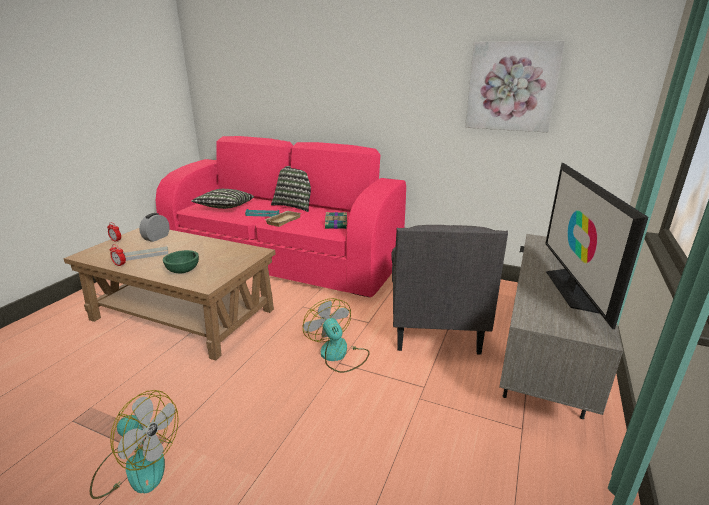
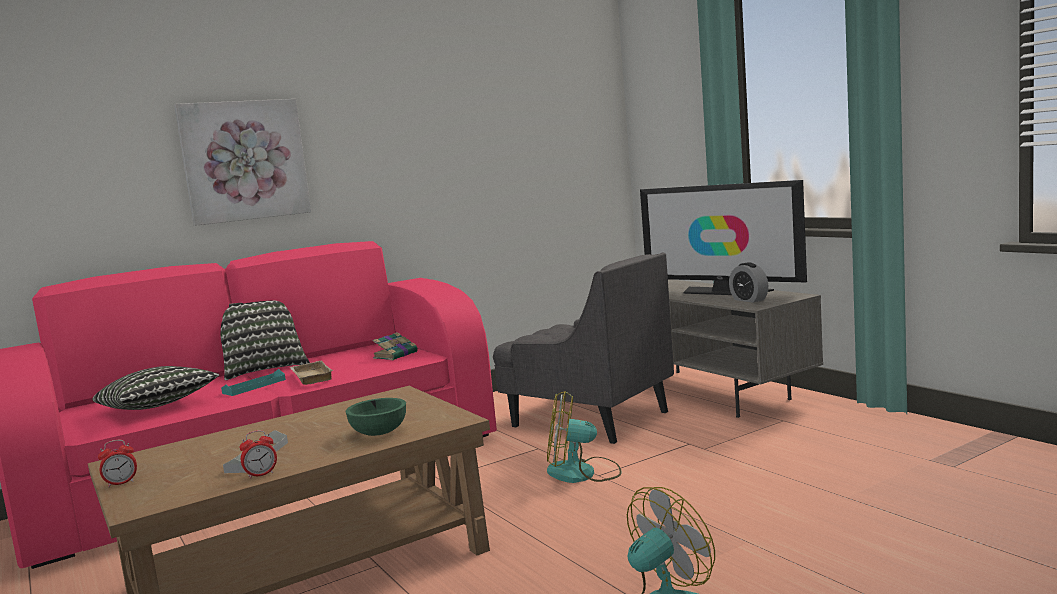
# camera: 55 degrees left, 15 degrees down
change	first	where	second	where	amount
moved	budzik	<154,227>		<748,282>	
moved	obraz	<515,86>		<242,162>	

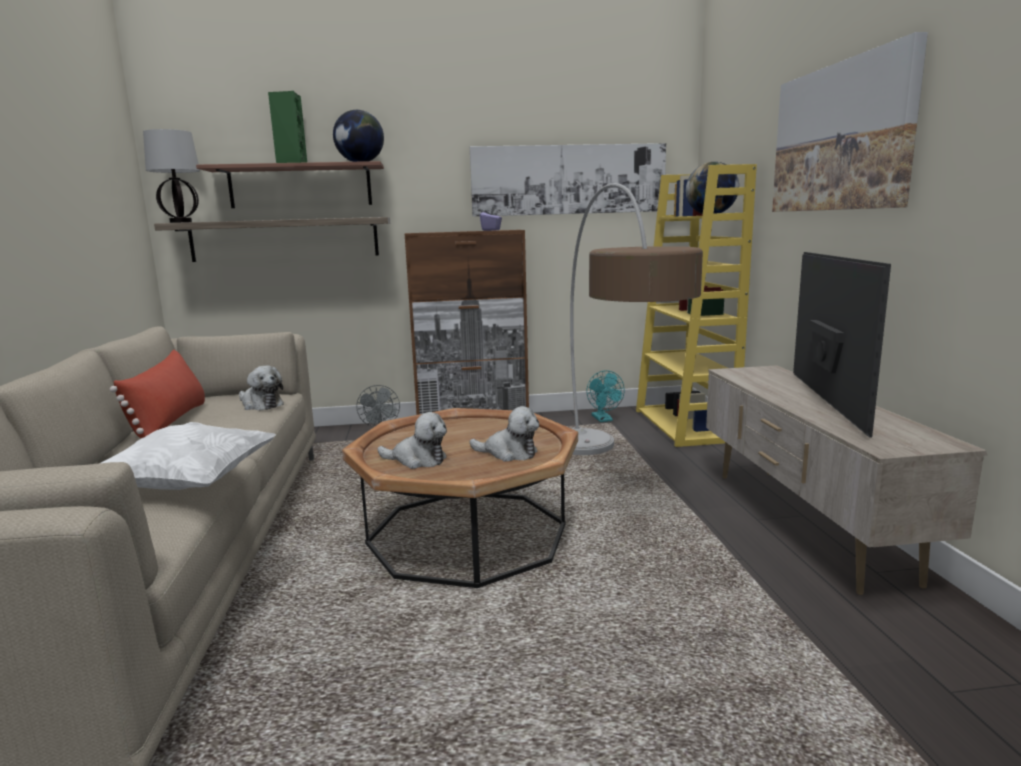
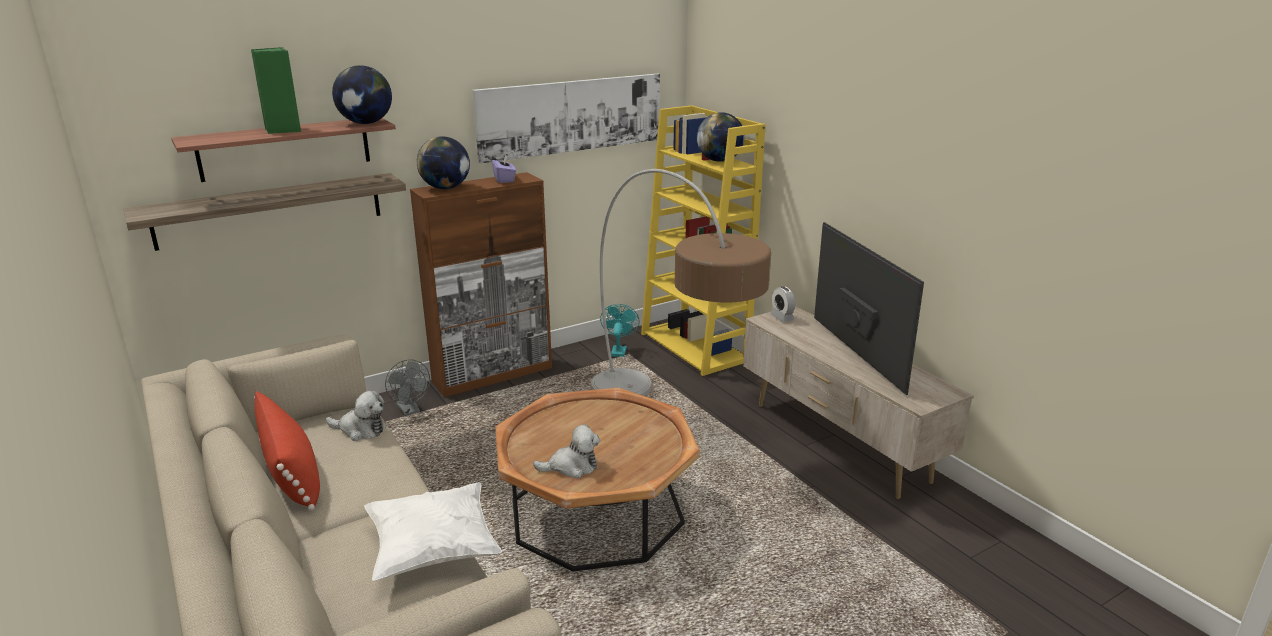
# camera: 25 degrees left, 10 degrees up
change	first	where	second	where	amount
removed	lampa stołowa	<171,176>			
removed	pluszak	<504,434>			
removed	obraz	<850,122>			
added			globus	<443,162>	
added			budzik	<782,304>	
turned	wentylator [turkusowy]	<606,396>		<620,330>	135 degrees counterclockwise

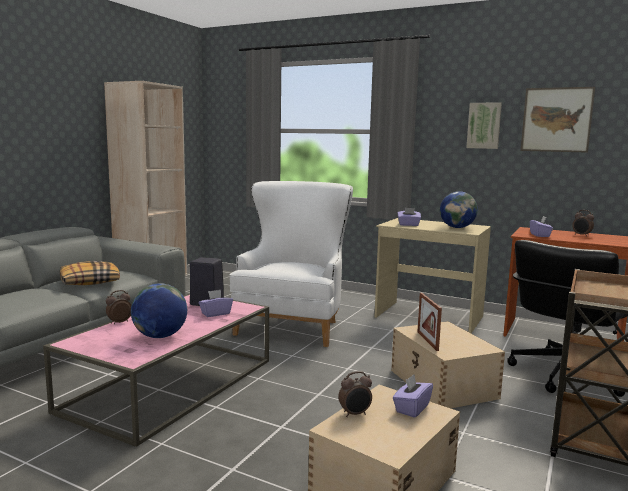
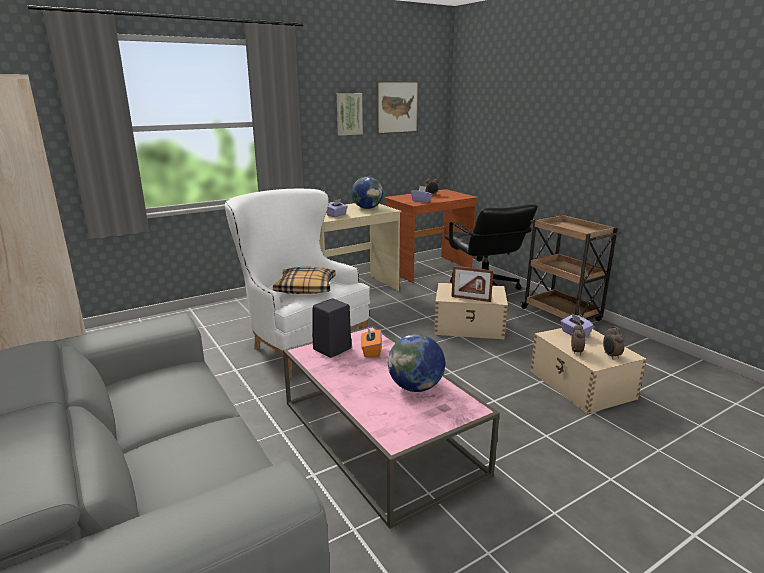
# camera: 60 degrees left, 10 degrees up
change	first	where	second	where	amount
moved	poduszka	<90,273>		<304,280>	
moved	budzik	<118,307>		<613,342>	
recoloured	pudełko chusteczek [fioletowy]	<216,303>	pudełko chusteczek [pomarańczowy]	<371,341>	

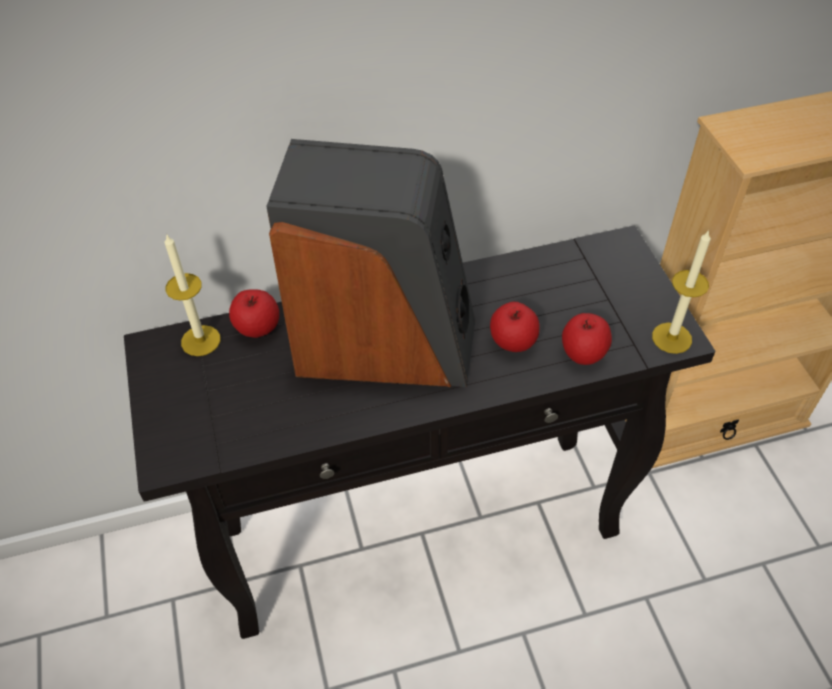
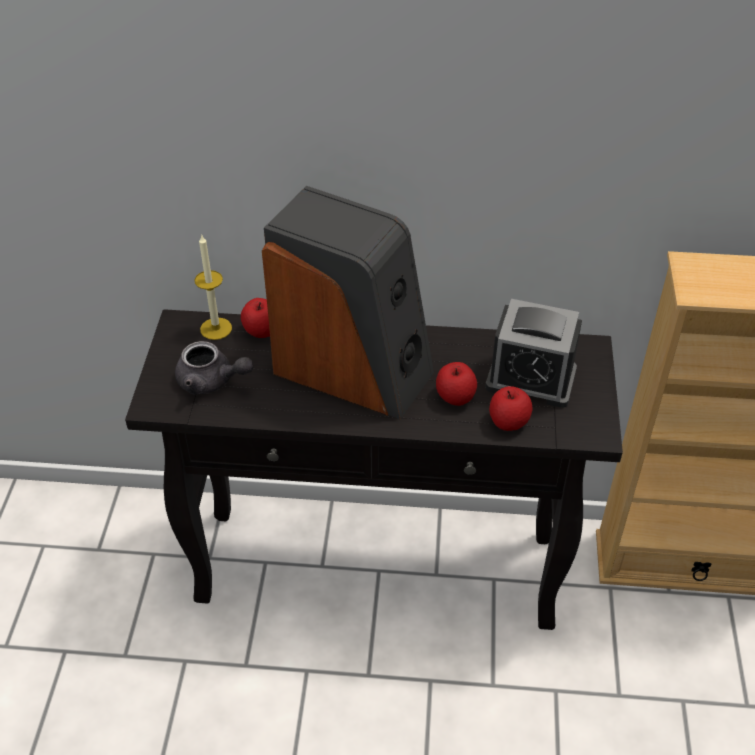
# camera: 20 degrees right, 5 degrees down
change	first	where	second	where	amount
removed	świeca	<681,292>			
added			imbryk [szary]	<214,368>	
added			budzik	<533,353>	

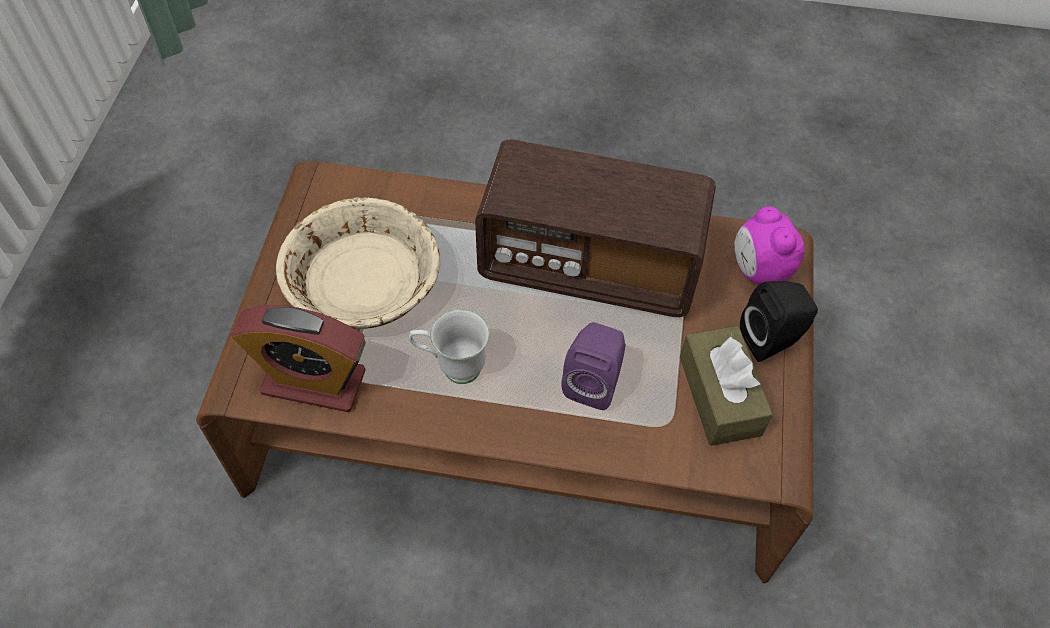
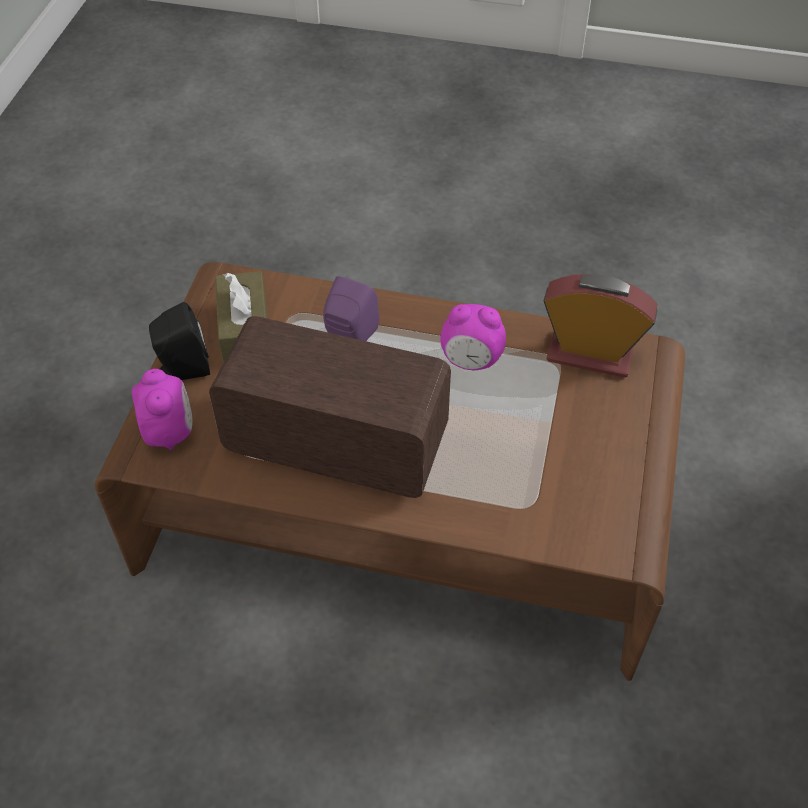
# camera: 175 degrees left, 5 degrees down
change	first	where	second	where	amount
removed	miska [beżowy]	<358,263>			
replaced	kubek [biały]	<449,346>	budzik	<473,337>	

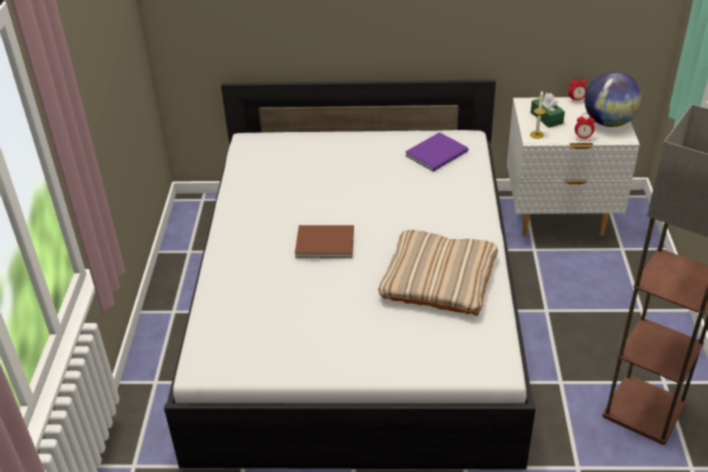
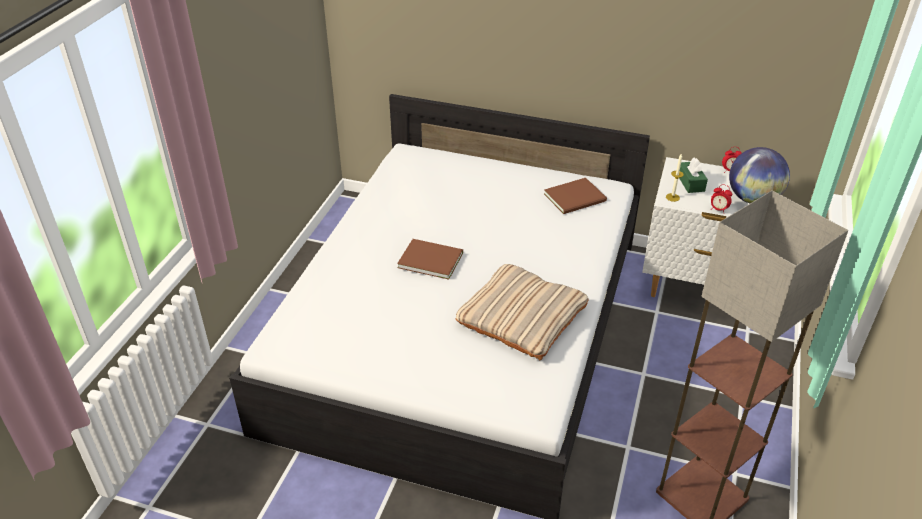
# camera: 15 degrees right, 0 degrees up
change	first	where	second	where	amount
recoloured	książka [fioletowy]	<436,152>	książka [brązowy]	<575,196>	

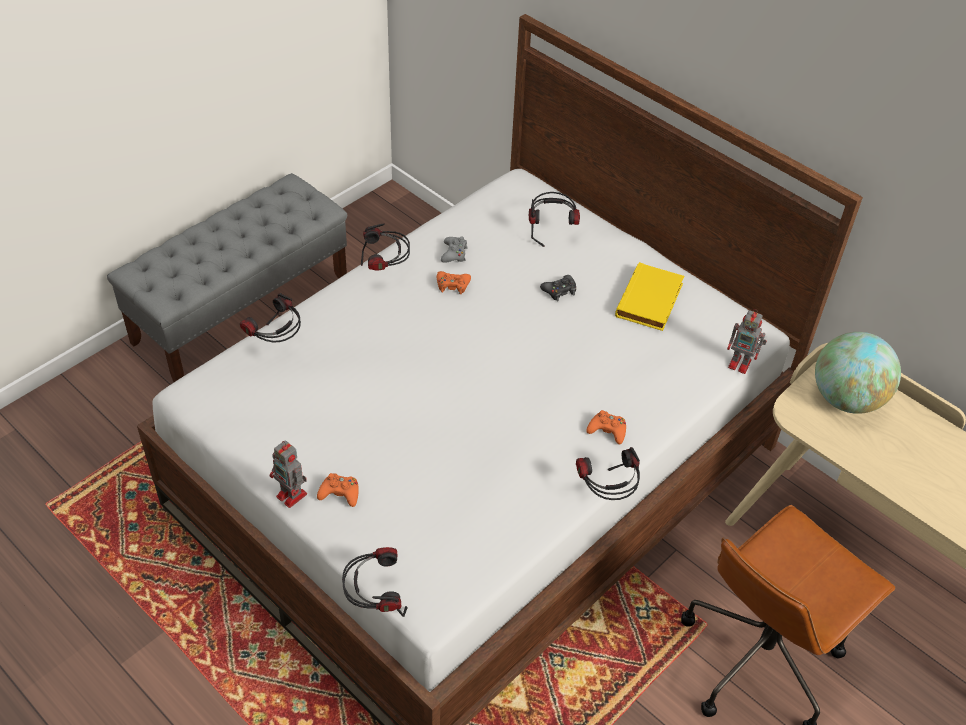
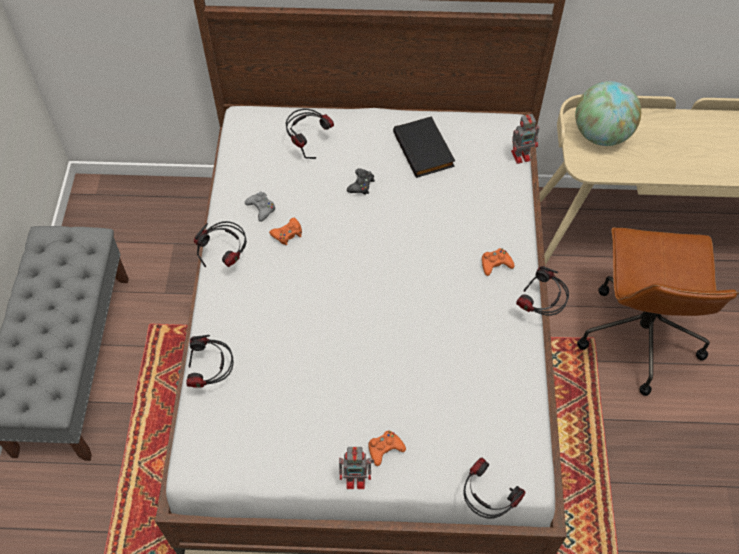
# camera: 40 degrees left, 10 degrees up
change	first	where	second	where	amount
recoloured	książka [żółty]	<649,296>	książka [czarny]	<424,147>	

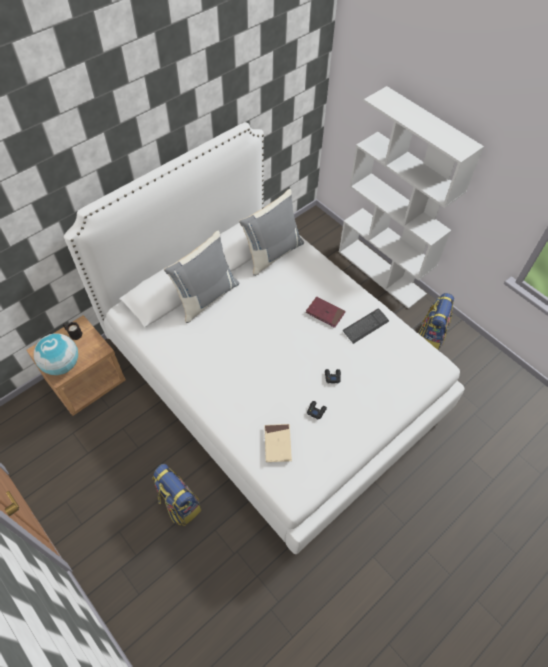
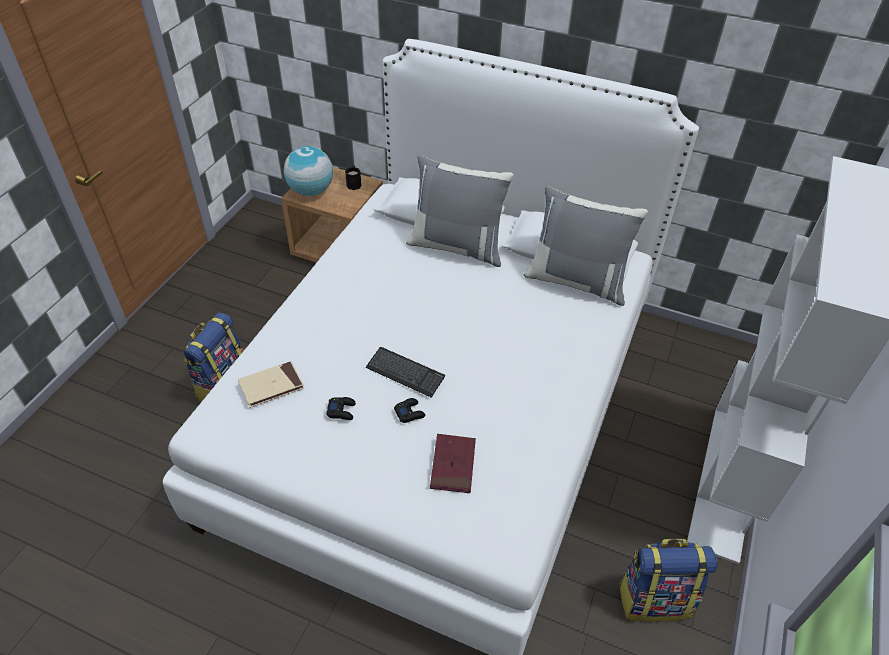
# camera: 65 degrees right, 10 degrees down
change	first	where	second	where	amount
moved	książka [czerwony]	<326,312>		<453,463>	
moved	klawiatura	<366,326>		<405,372>	

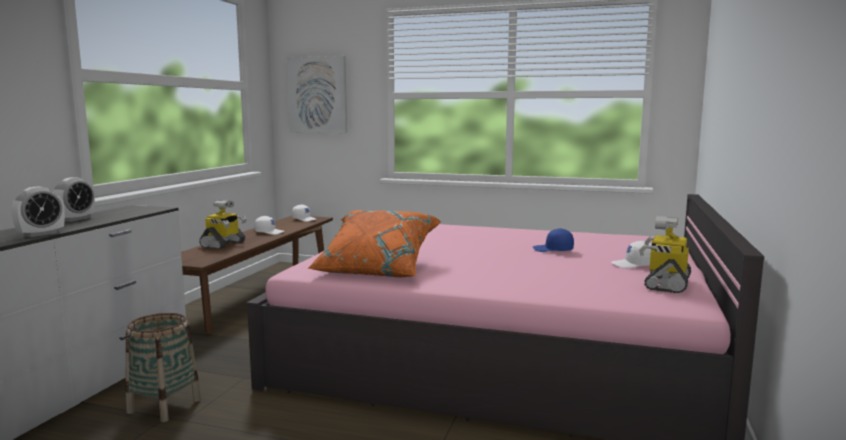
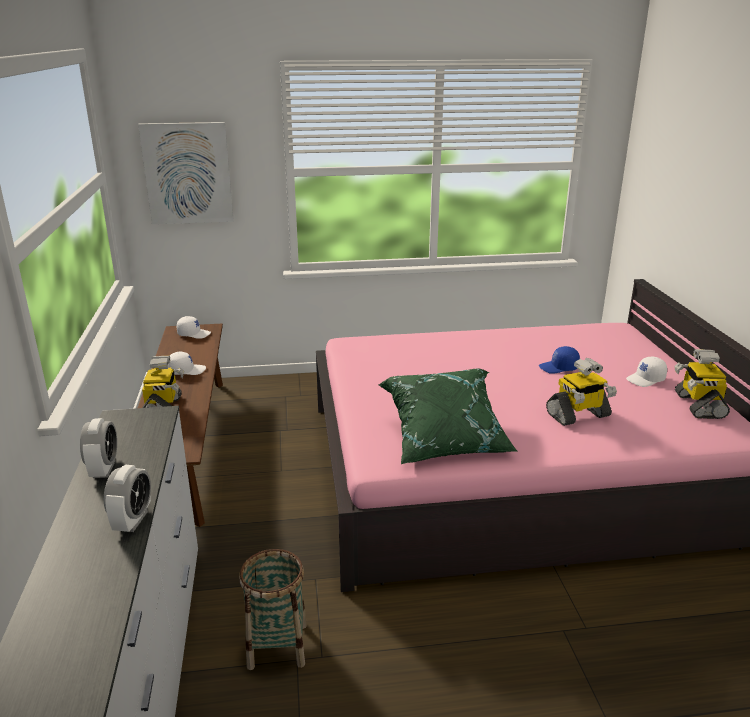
# camera: 25 degrees left, 15 degrees up
change	first	where	second	where	amount
added			robot zabawkowy	<581,392>	
recoloured	poduszka [pomarańczowy]	<374,243>	poduszka [zielony]	<448,416>	

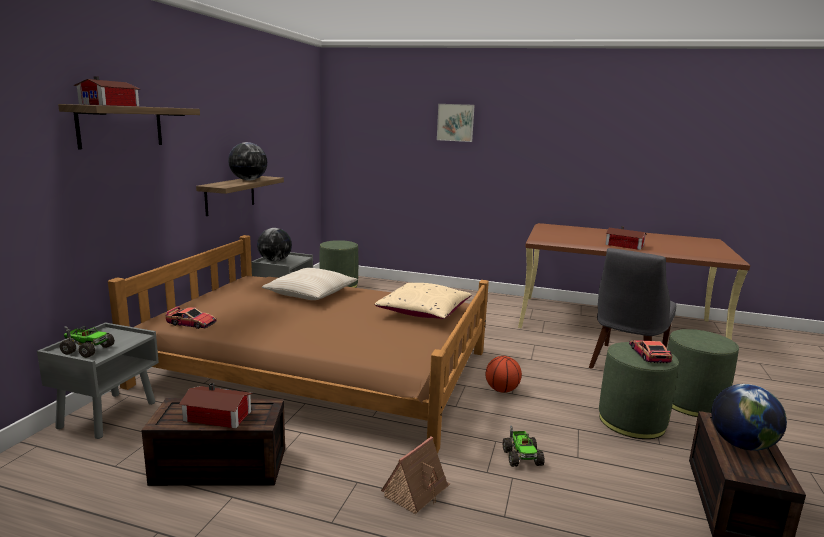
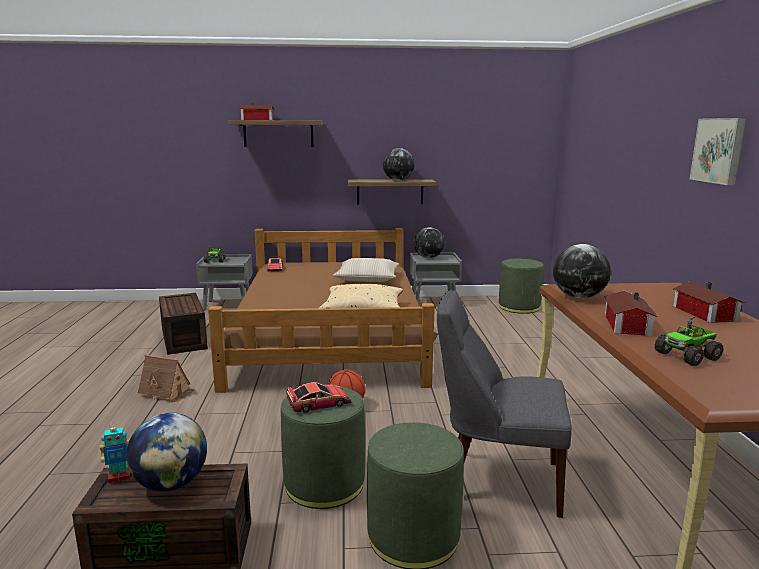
# camera: 70 degrees right, 0 degrees up
change	first	where	second	where	amount
added			robot zabawkowy	<115,452>	
added			globus	<582,271>	
moved	domek	<216,406>		<709,302>	
moved	obraz	<456,123>		<718,151>	
moved	ciężarówka zabawkowa	<524,446>		<688,341>	

